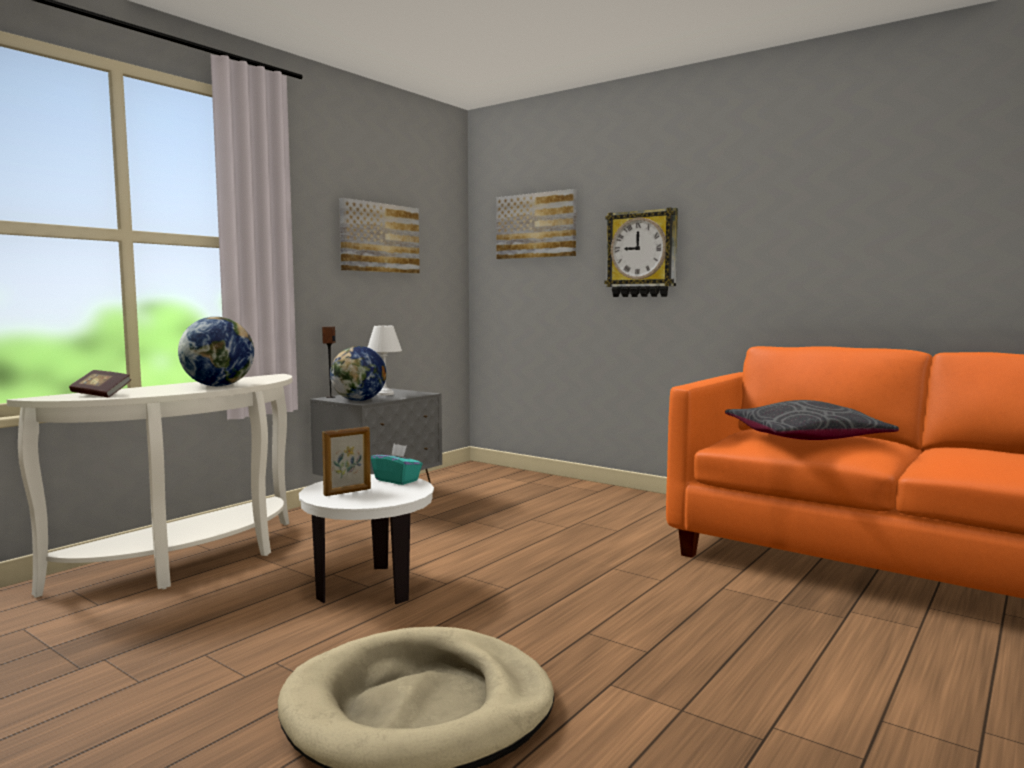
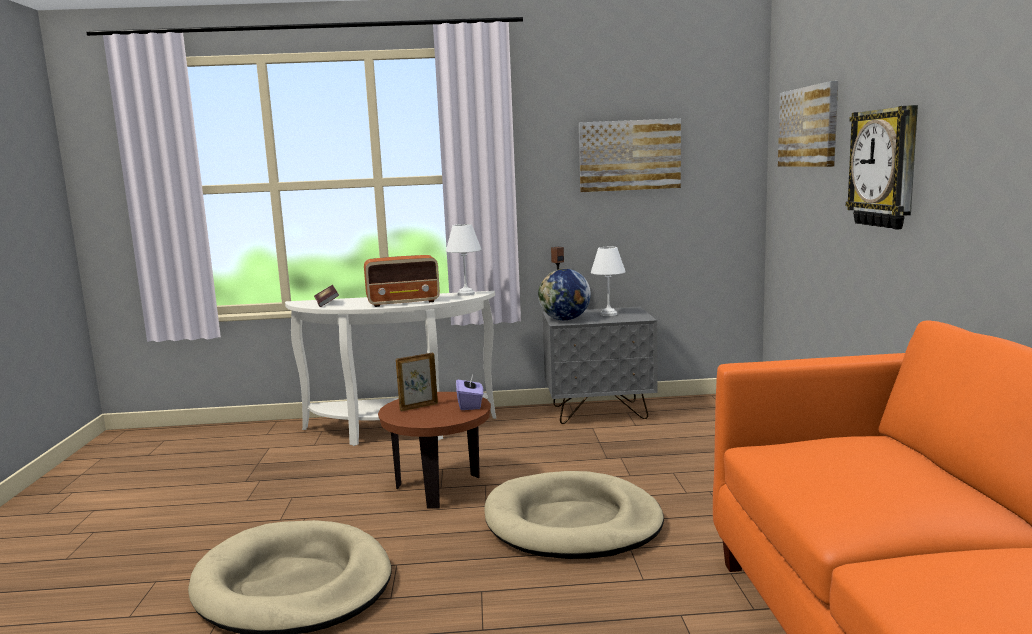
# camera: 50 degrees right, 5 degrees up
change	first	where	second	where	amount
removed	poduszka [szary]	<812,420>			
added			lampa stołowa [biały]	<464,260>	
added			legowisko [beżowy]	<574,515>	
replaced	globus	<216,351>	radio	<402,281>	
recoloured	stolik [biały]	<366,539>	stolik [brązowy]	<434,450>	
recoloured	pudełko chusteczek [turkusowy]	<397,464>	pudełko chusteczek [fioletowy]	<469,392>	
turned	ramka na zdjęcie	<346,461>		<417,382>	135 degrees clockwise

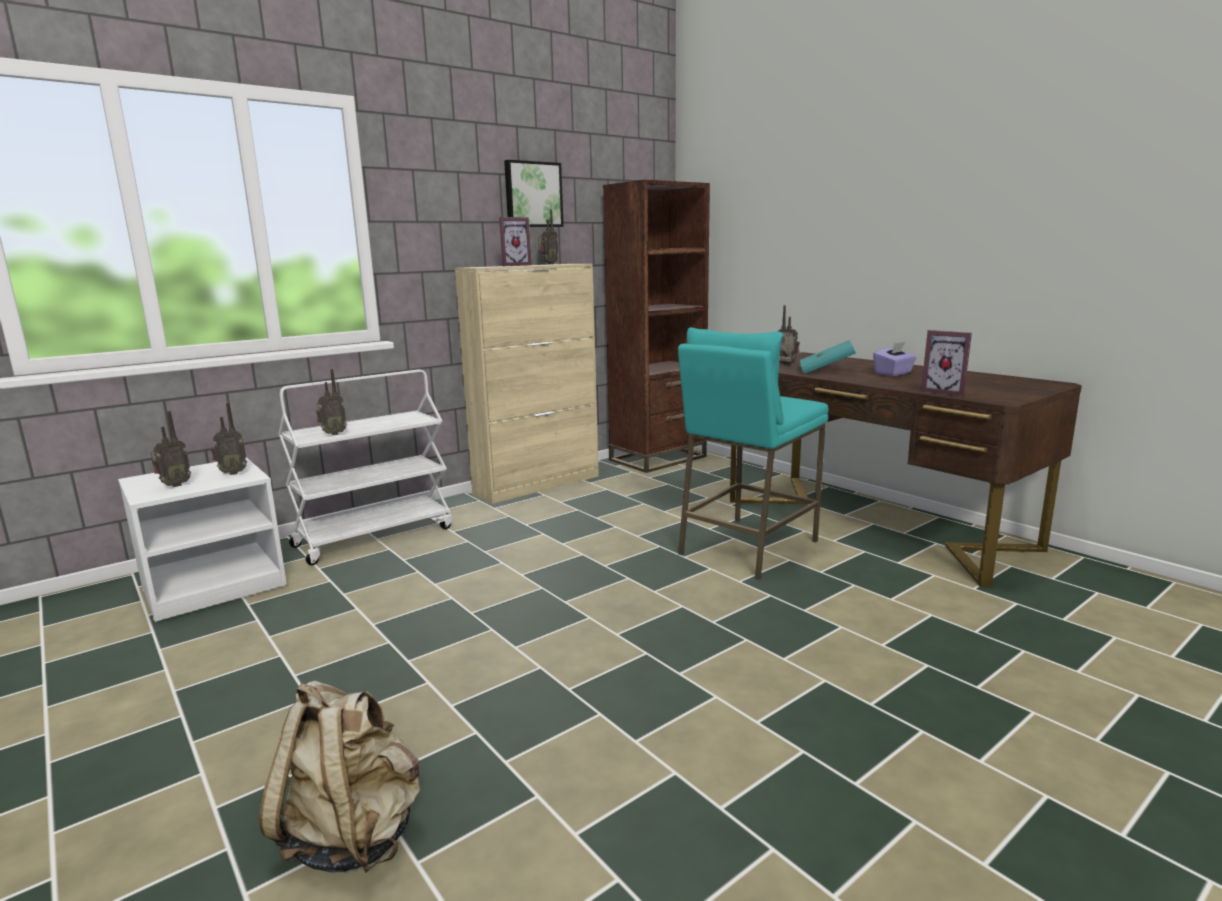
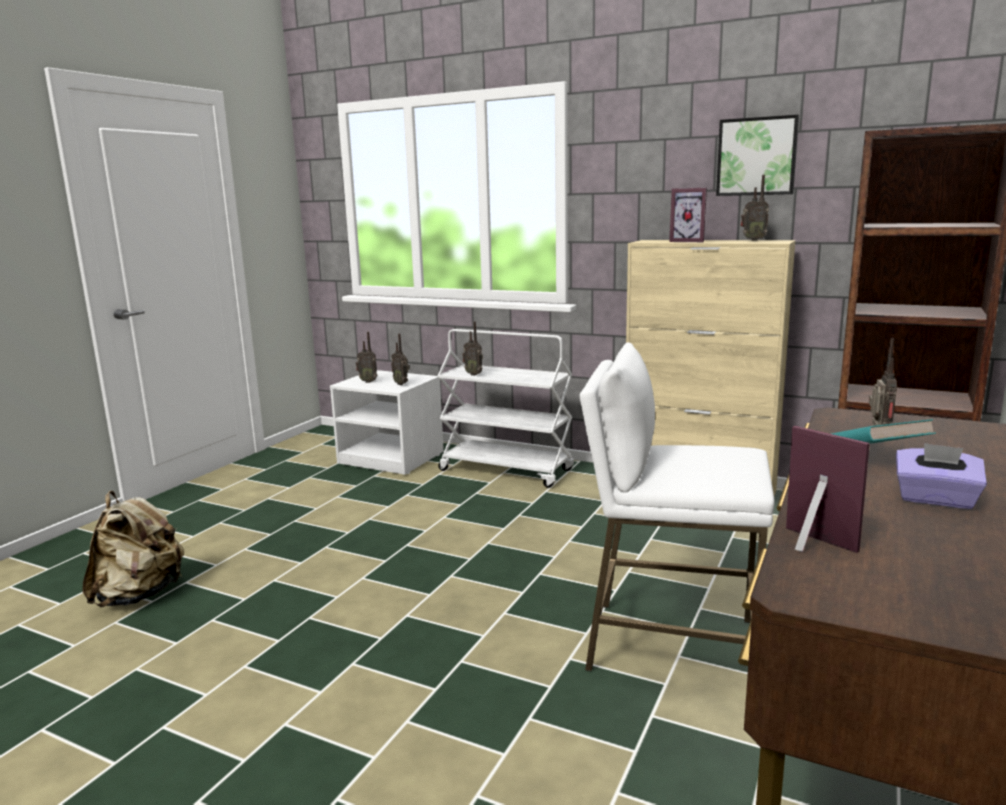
# camera: 65 degrees right, 0 degrees up
change	first	where	second	where	amount
recoloured	stołek [turkusowy]	<753,453>	stołek [biały]	<677,507>	
turned	ramka na zdjęcie	<946,363>		<828,489>	120 degrees clockwise

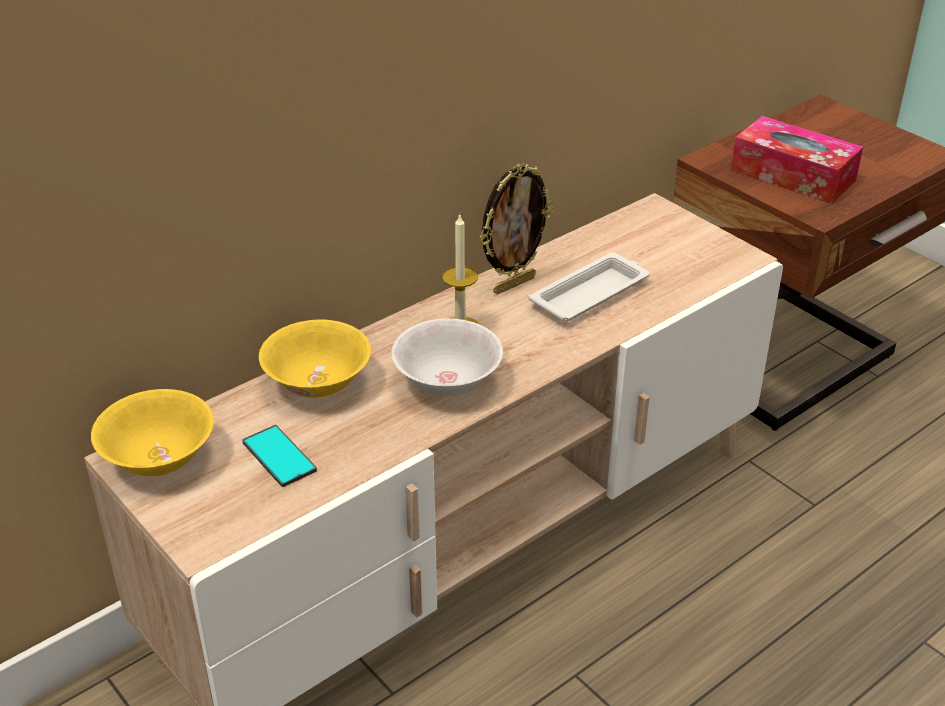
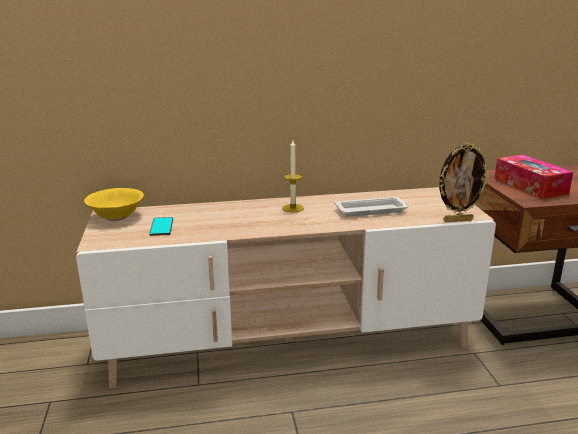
# camera: 30 degrees right, 15 degrees down
change	first	where	second	where	amount
removed	miska [żółty]	<315,358>			
removed	miska [biały]	<447,357>			
moved	ramka na zdjęcie	<517,229>		<463,182>	

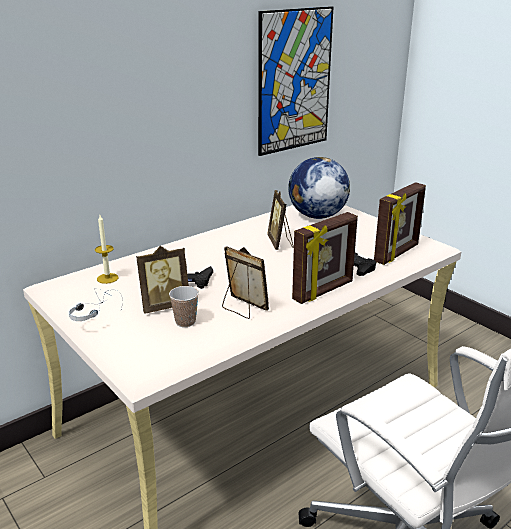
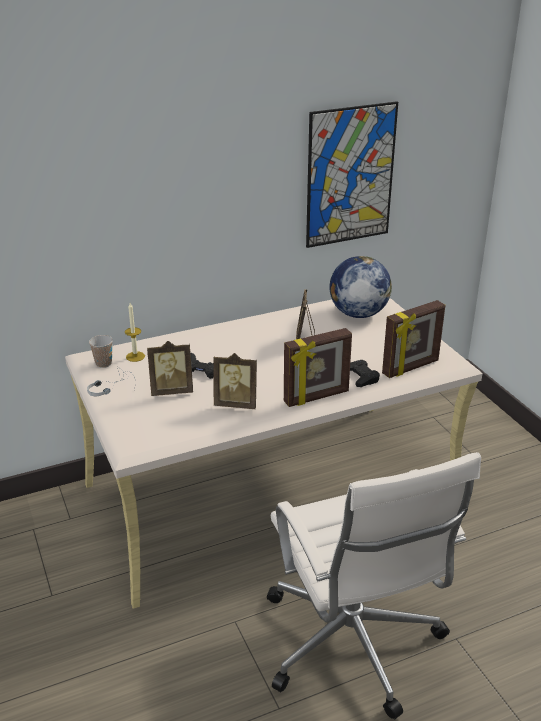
# camera: 15 degrees right, 5 degrees up
change	first	where	second	where	amount
moved	filiżanka	<184,306>		<101,351>	
turned	ramka na zdjęcie	<245,282>		<235,381>	135 degrees clockwise

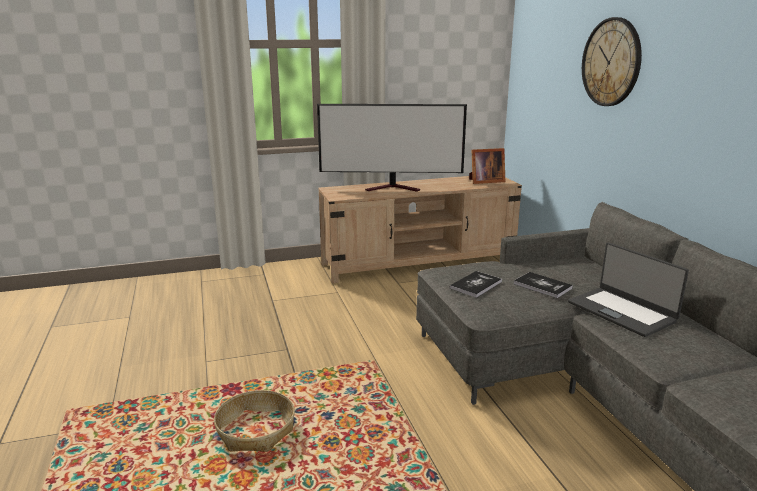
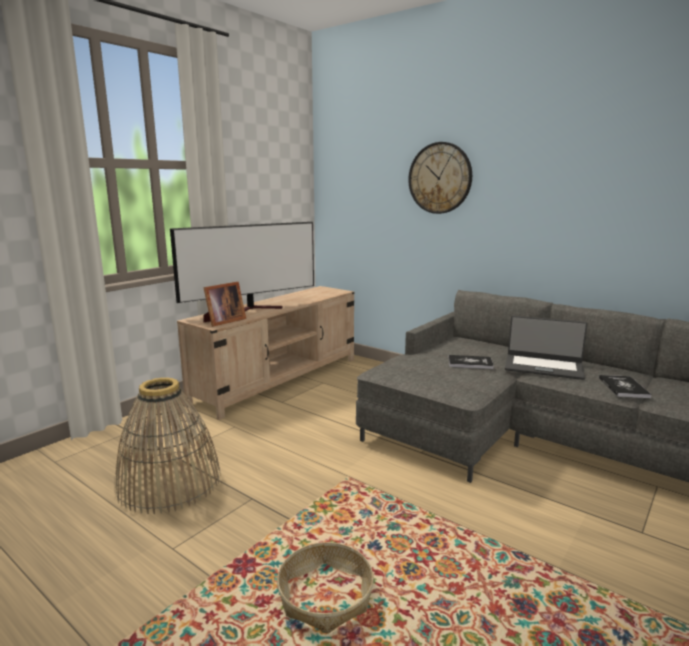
# camera: 35 degrees left, 5 degrees down
change	first	where	second	where	amount
added			koszyk	<168,446>	
moved	książka	<476,284>		<625,386>	
moved	ramka na zdjęcie	<487,166>		<224,304>	

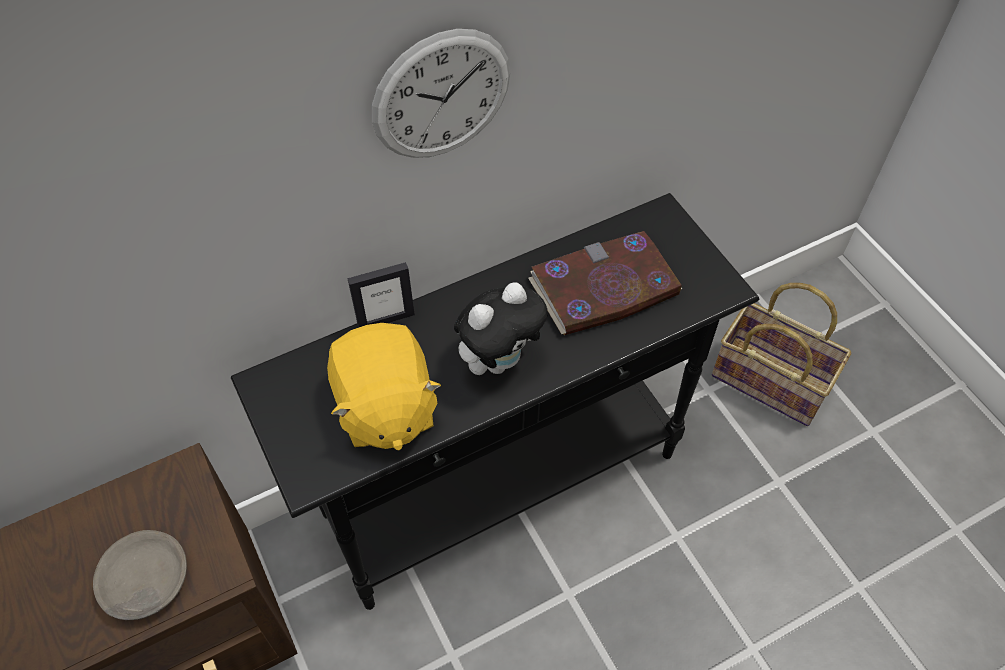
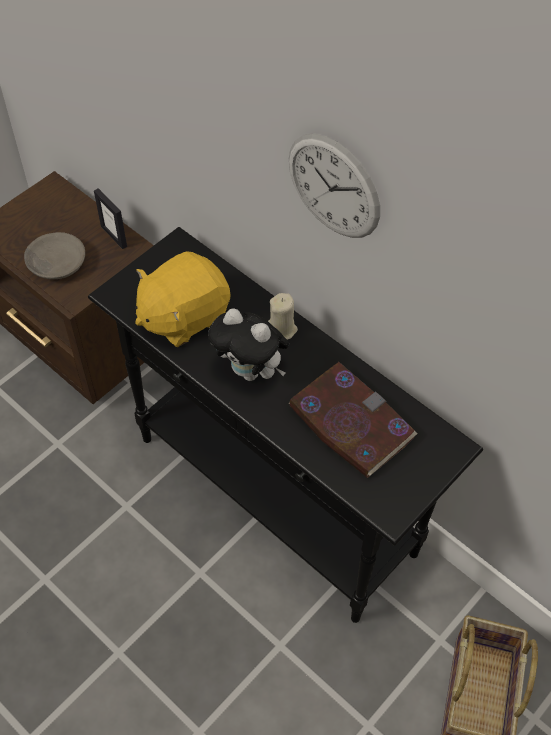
# camera: 70 degrees right, 0 degrees up
change	first	where	second	where	amount
added			świeca [beżowy]	<283,316>	
moved	ramka na zdjęcie	<381,295>		<110,218>	

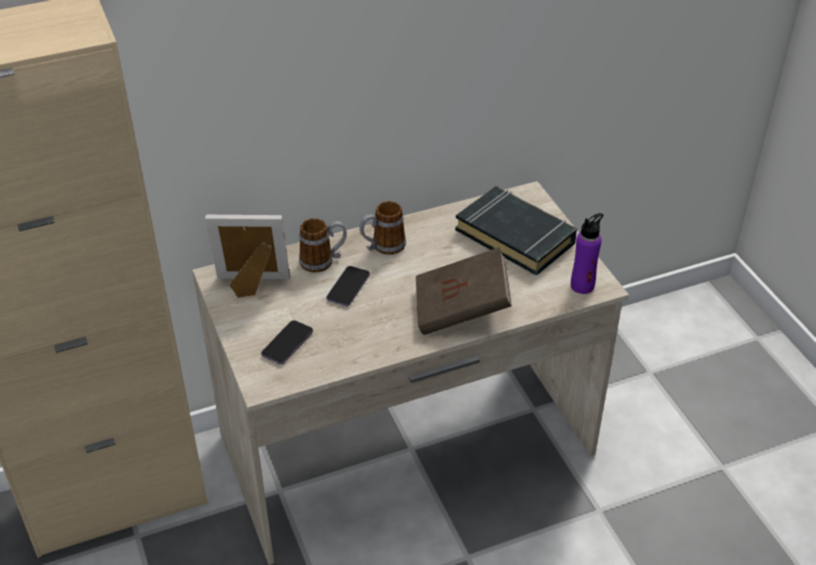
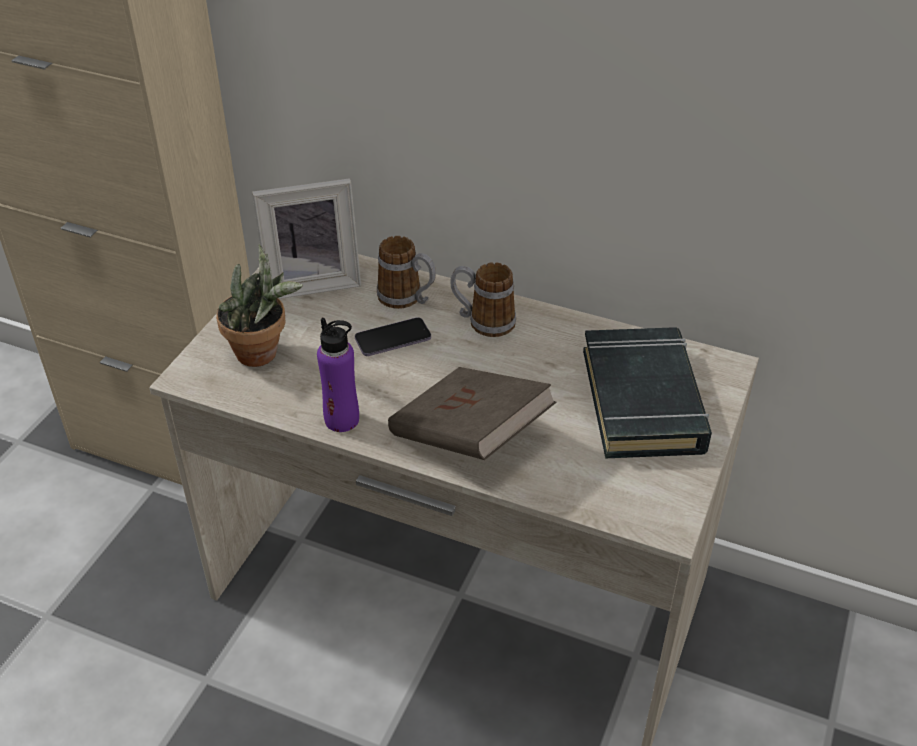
# camera: 45 degrees right, 0 degrees up
change	first	where	second	where	amount
moved	butelka [fioletowy]	<587,253>		<338,375>	
replaced	telefon	<287,342>	roślina doniczkowa	<259,305>	
turned	ramka na zdjęcie	<247,256>		<306,238>	120 degrees clockwise

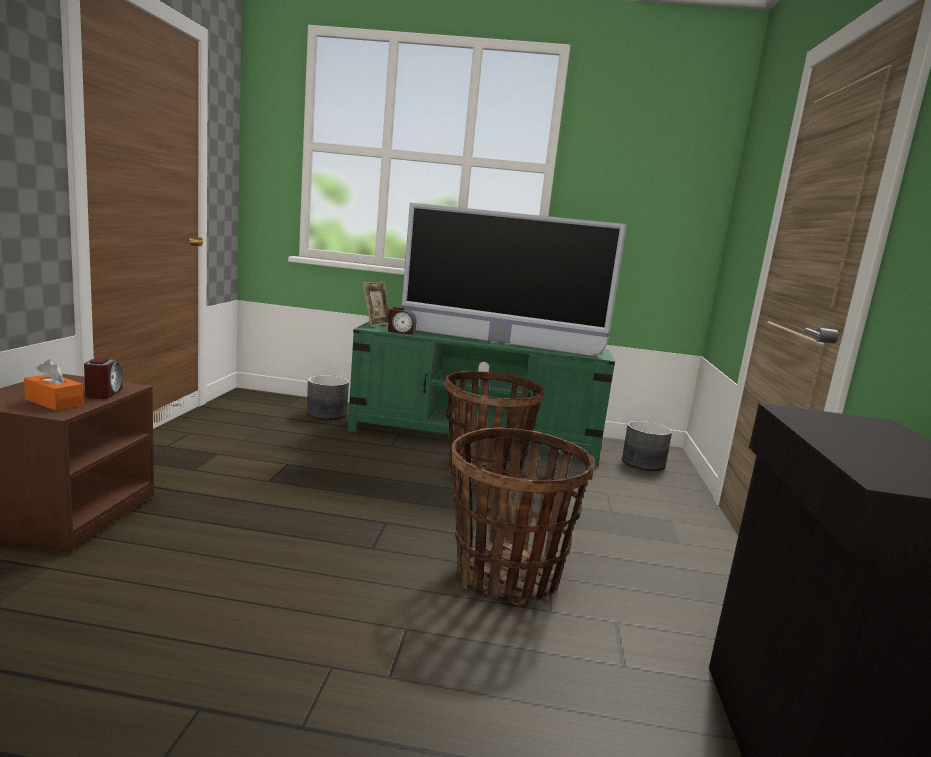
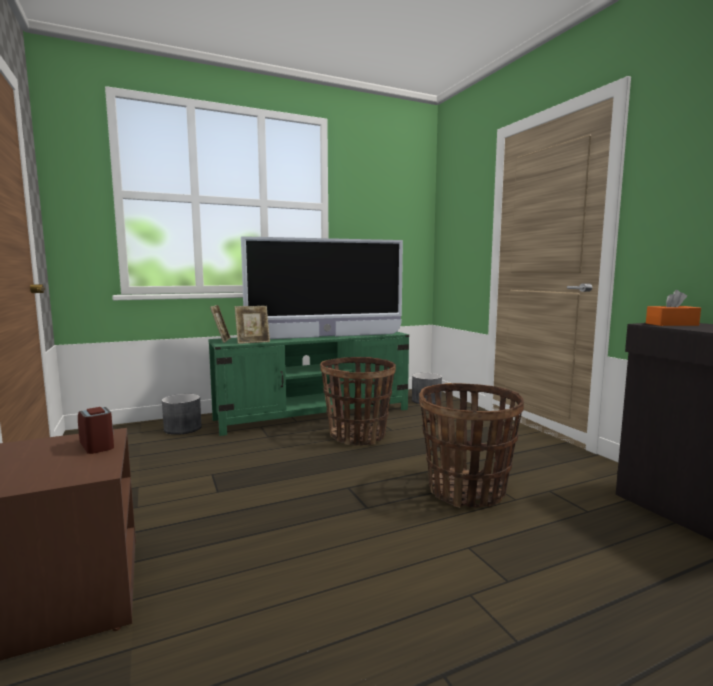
# camera: 30 degrees left, 5 degrees down
change	first	where	second	where	amount
moved	pudełko chusteczek [pomarańczowy]	<54,385>		<673,308>	
replaced	budzik	<402,321>	ramka na zdjęcie	<252,325>	

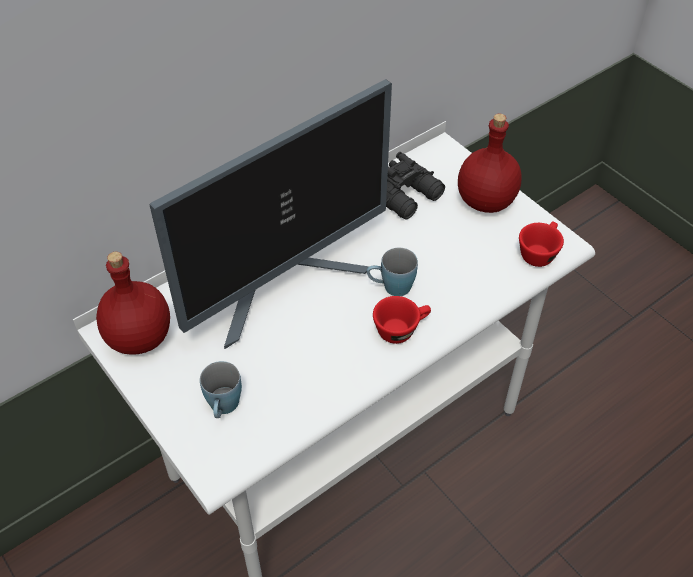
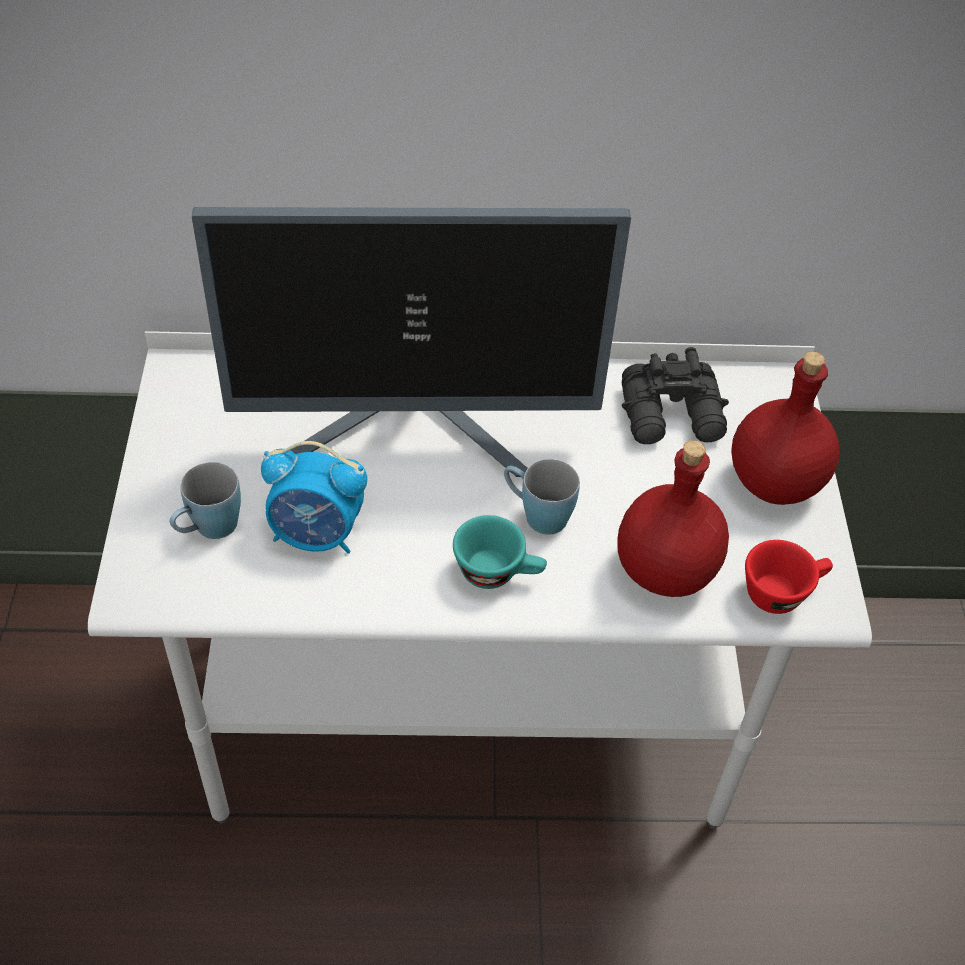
# camera: 35 degrees right, 0 degrees up
change	first	where	second	where	amount
added			budzik	<314,497>	
moved	butelka [czerwony]	<133,303>		<673,518>	
recoloured	filiżanka [czerwony]	<402,320>	filiżanka [turkusowy]	<500,552>	

